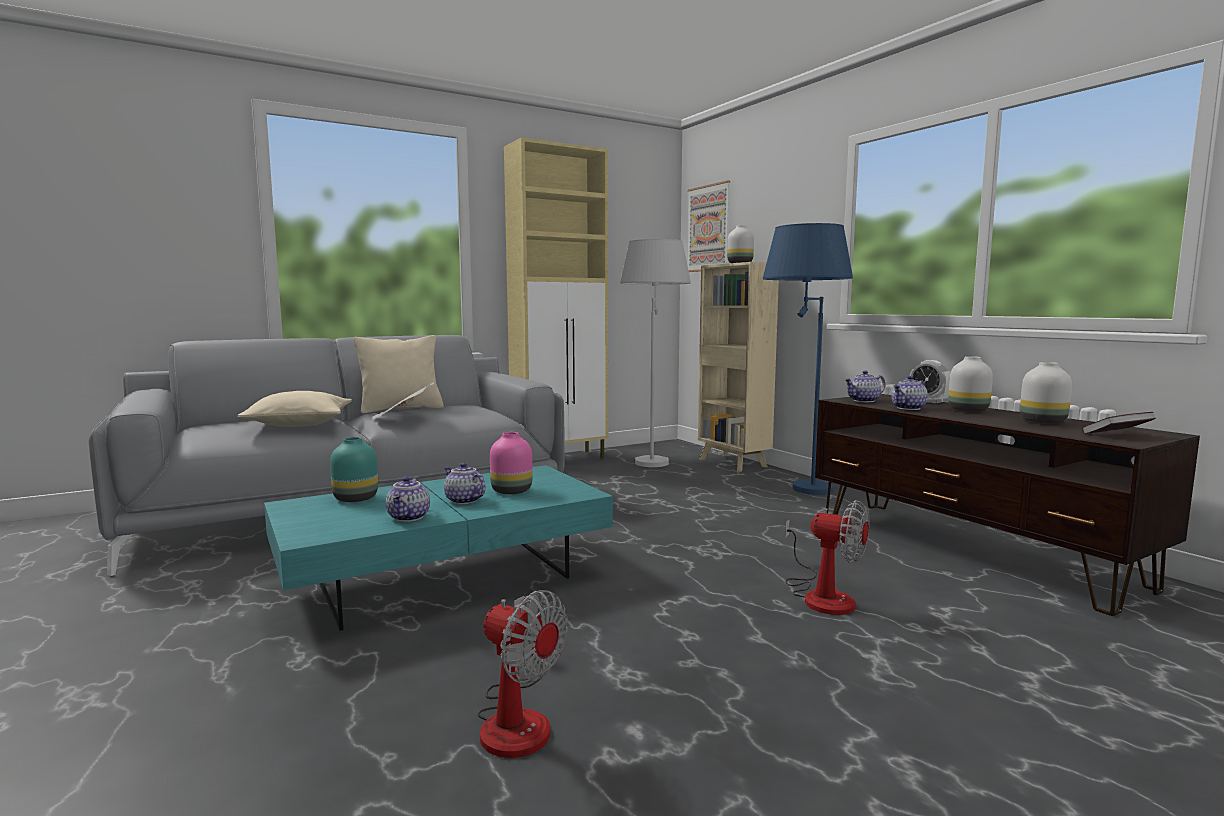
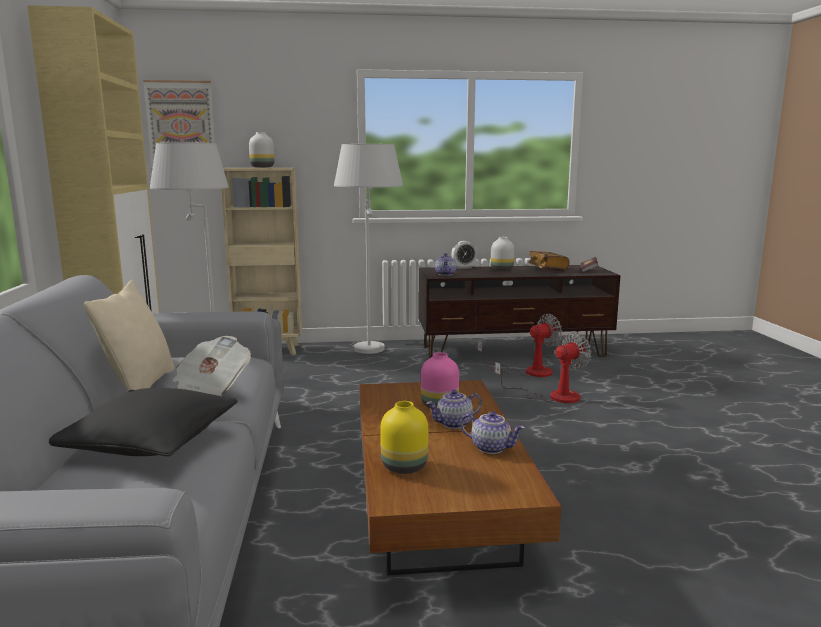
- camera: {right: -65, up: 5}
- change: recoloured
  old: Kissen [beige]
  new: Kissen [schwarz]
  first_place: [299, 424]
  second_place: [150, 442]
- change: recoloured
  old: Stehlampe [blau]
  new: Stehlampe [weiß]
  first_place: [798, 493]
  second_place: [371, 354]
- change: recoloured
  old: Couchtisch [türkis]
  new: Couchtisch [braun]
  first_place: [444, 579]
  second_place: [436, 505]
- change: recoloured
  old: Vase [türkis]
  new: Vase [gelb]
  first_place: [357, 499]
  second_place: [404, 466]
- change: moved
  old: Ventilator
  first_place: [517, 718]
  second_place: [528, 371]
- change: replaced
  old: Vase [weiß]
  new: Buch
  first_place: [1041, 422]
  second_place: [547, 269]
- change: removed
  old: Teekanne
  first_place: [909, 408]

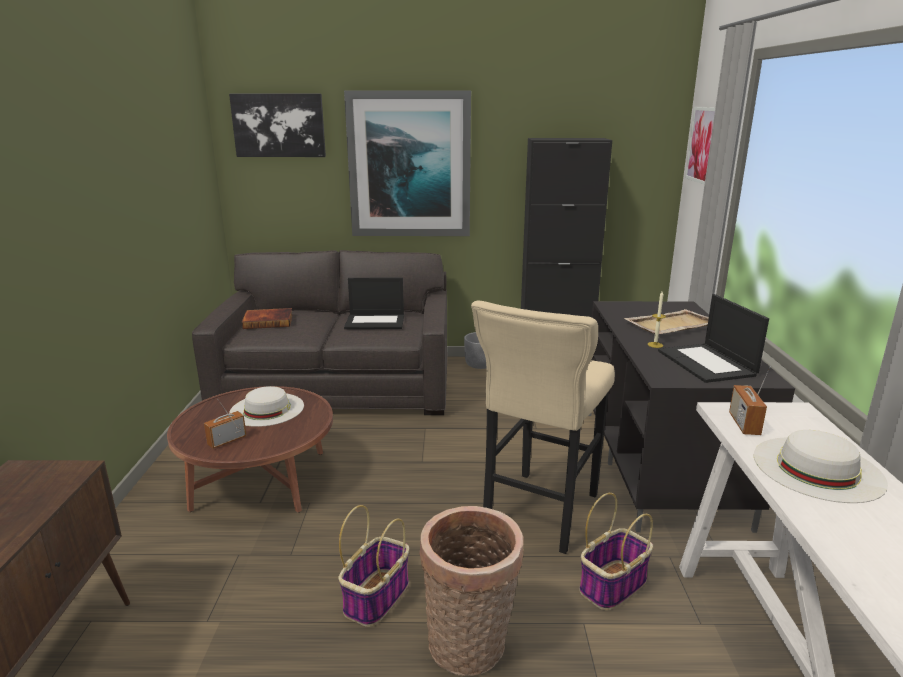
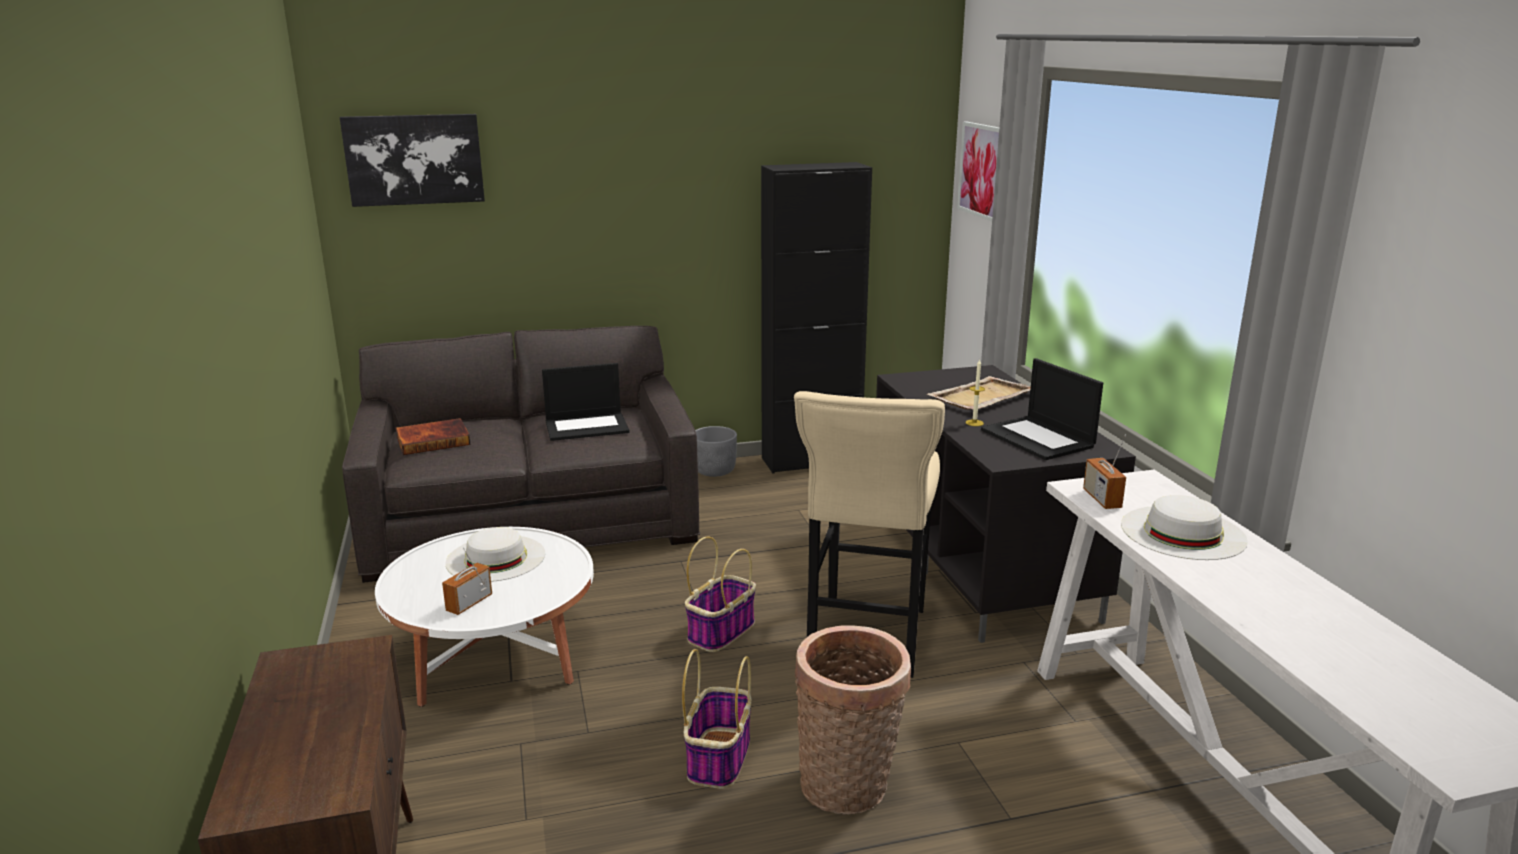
- camera: {right: -15, up: 0}
- change: recoloured
  old: Couchtisch [braun]
  new: Couchtisch [weiß]
  first_place: [260, 480]
  second_place: [495, 655]
- change: moved
  old: Korb
  first_place: [613, 585]
  second_place: [721, 631]
- change: removed
  old: Bild
  first_place: [410, 165]

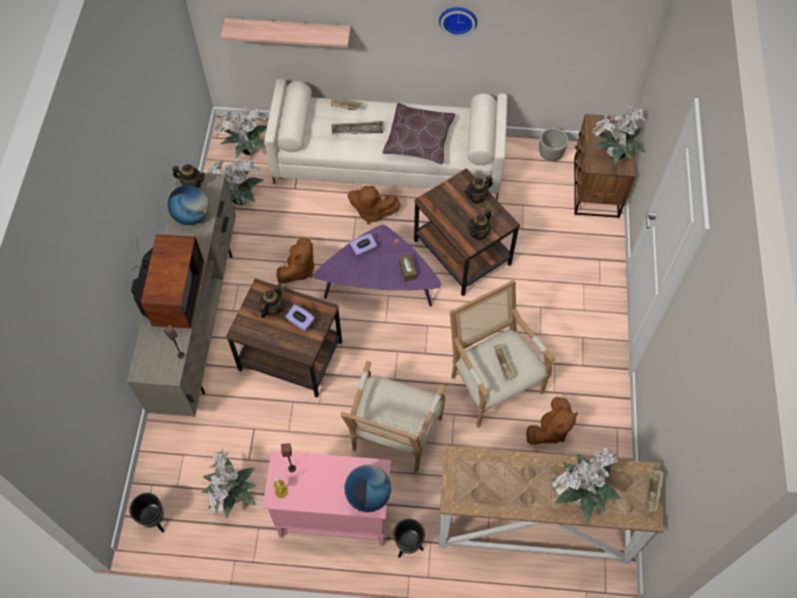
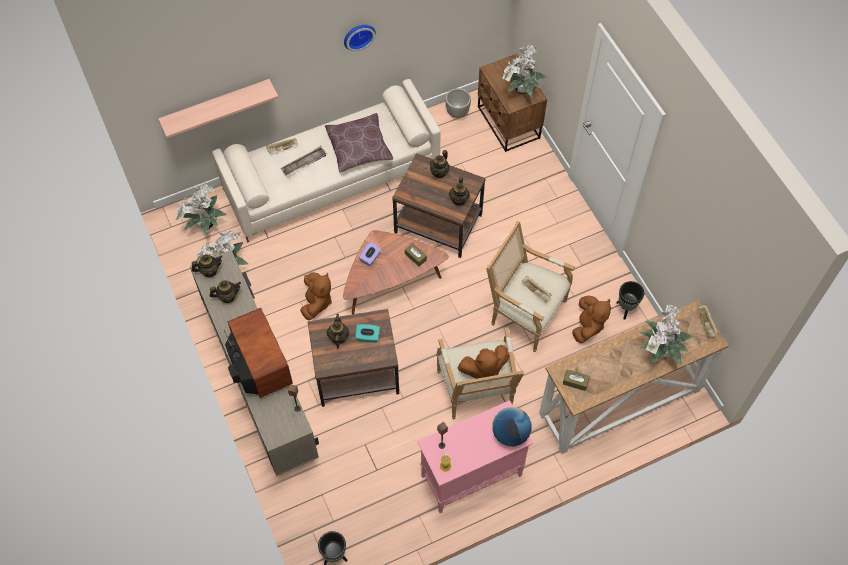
- camera: {right: -30, up: 0}
- change: replaced
  old: Globus
  new: Teekanne
  first_place: [191, 216]
  second_place: [227, 296]
- change: recoloured
  old: Couchtisch [lila]
  new: Couchtisch [braun]
  first_place: [379, 286]
  second_place: [390, 282]
- change: recoloured
  old: Taschentuchbox [lila]
  new: Taschentuchbox [türkis]
  first_place: [300, 322]
  second_place: [367, 337]
- change: moved
  old: Plüschtier [braun]
  first_place: [372, 212]
  second_place: [483, 370]
- change: added
  new: Taschentuchbox [braun]
  second_place: [575, 382]
- change: moved
  old: Pflanzkübel [schwarz]
  first_place: [408, 546]
  second_place: [626, 309]
- change: removed
  old: Topfpflanze
  first_place: [232, 495]

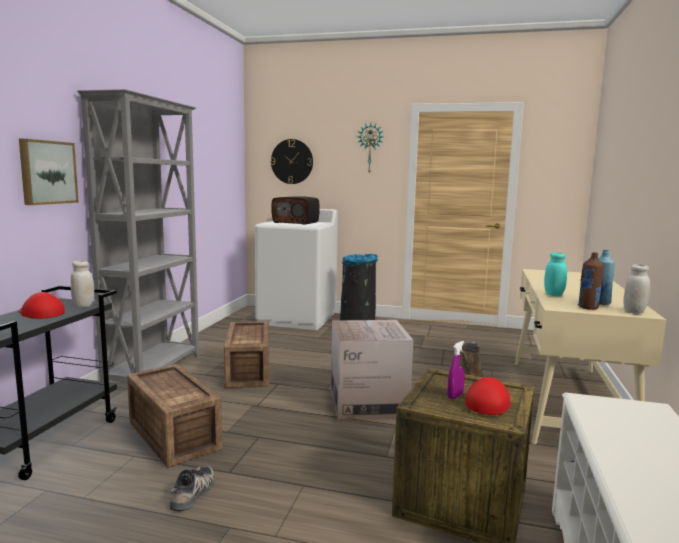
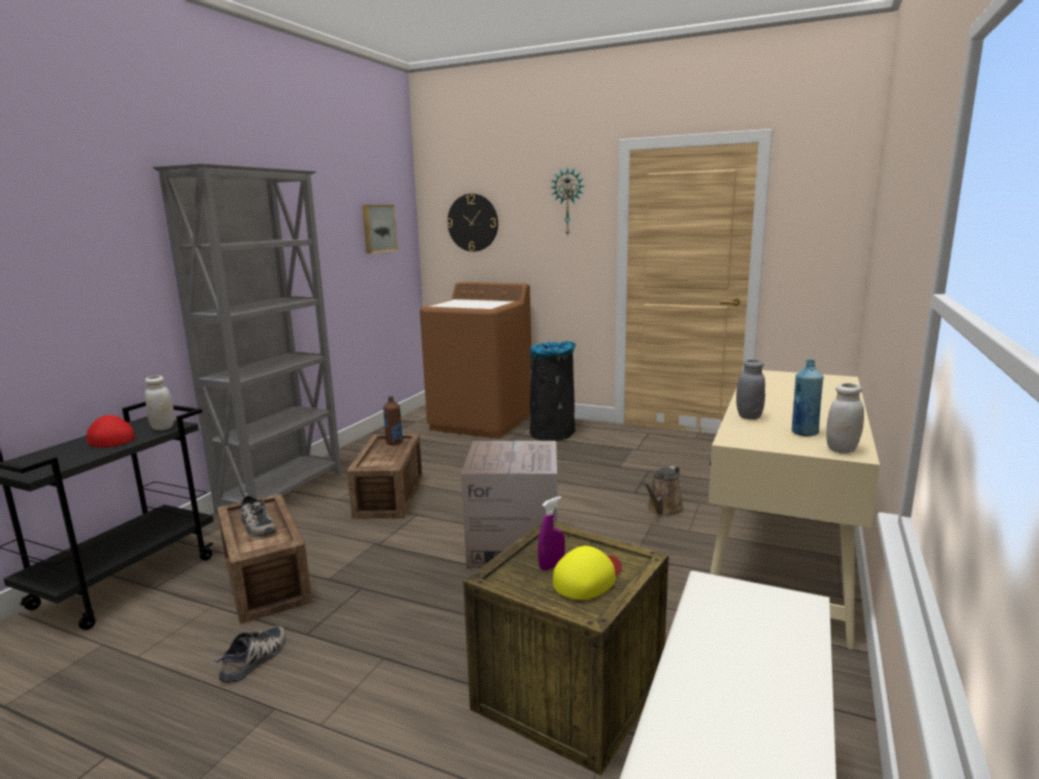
- camera: {right: 10, up: 5}
- change: added
  new: Schuh
  second_place: [256, 525]
- change: moved
  old: Bild
  first_place: [47, 172]
  second_place: [378, 228]
- change: moved
  old: Flasche [braun]
  first_place: [588, 307]
  second_place: [394, 443]
- change: recoloured
  old: Waschmaschine [weiß]
  new: Waschmaschine [braun]
  first_place: [297, 319]
  second_place: [481, 422]
- change: recoloured
  old: Kappe [rot]
  new: Kappe [gelb]
  first_place: [489, 402]
  second_place: [588, 578]
- change: recoloured
  old: Vorratsglas [türkis]
  new: Vorratsglas [grau]
  first_place: [553, 294]
  second_place: [749, 416]
- change: removed
  old: Radio
  first_place: [296, 222]

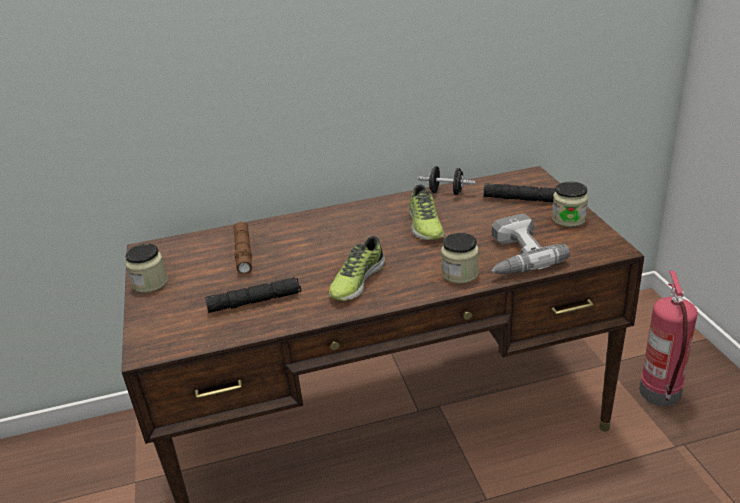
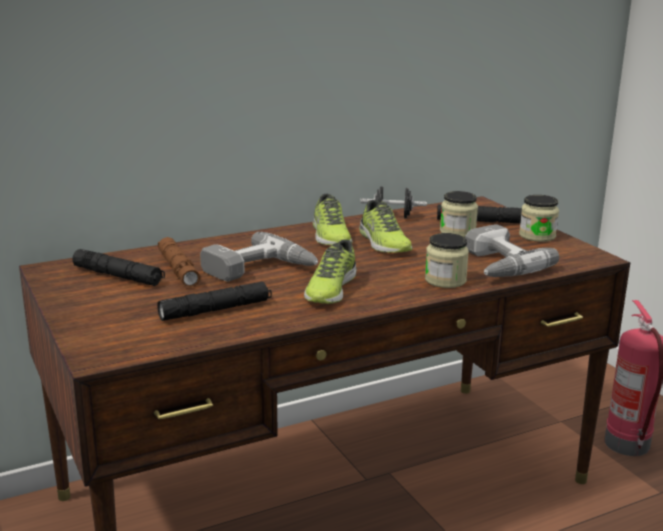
- camera: {right: -15, up: -10}
- change: added
  new: Taschenlampe [schwarz]
  second_place: [118, 276]
- change: added
  new: Bohrmaschine
  second_place: [260, 270]
- change: added
  new: Schuh
  second_place: [329, 236]
- change: moved
  old: Vorratsglas
  first_place: [150, 283]
  second_place: [457, 232]

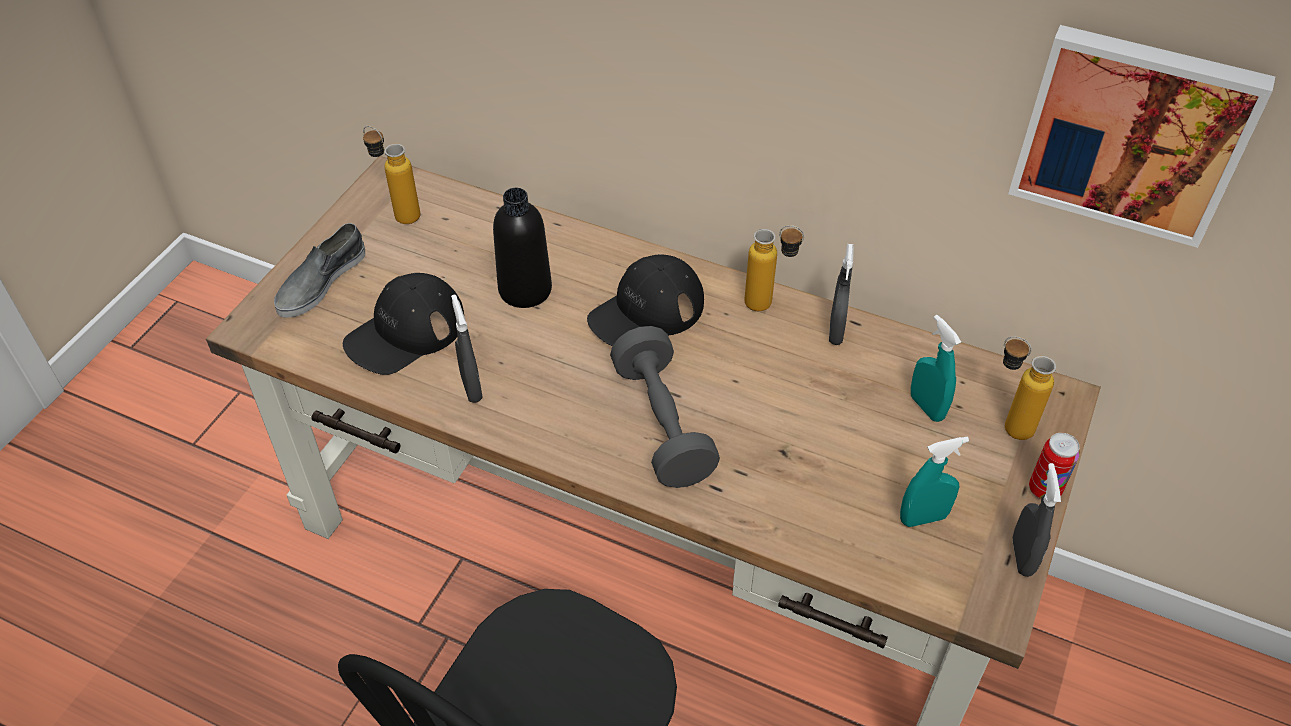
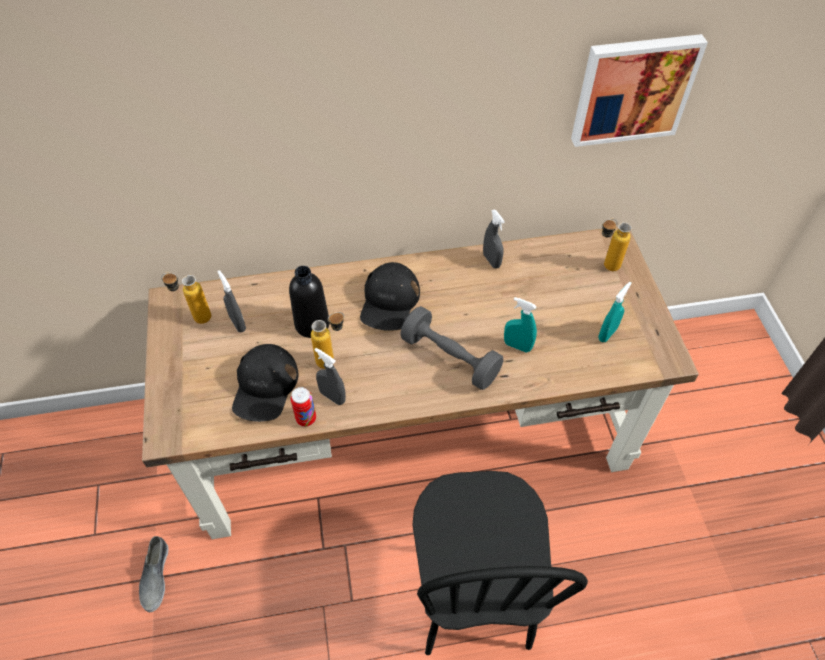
- camera: {right: -35, up: 5}
- change: moved
  old: Schuh [grau]
  first_place: [320, 281]
  second_place: [155, 576]
- change: moved
  old: Sprühflasche [grau]
  first_place: [1022, 556]
  second_place: [237, 323]
- change: moved
  old: Dose
  first_place: [1044, 490]
  second_place: [306, 419]
- change: moved
  old: Flasche
  first_place: [769, 305]
  second_place: [332, 359]
- change: moved
  old: Sprühflasche [türkis]
  first_place: [926, 407]
  second_place: [517, 346]

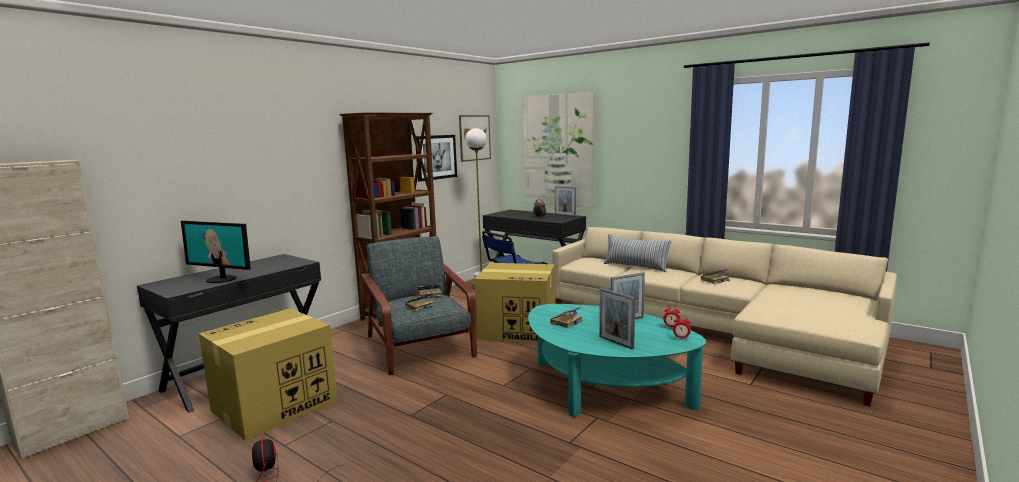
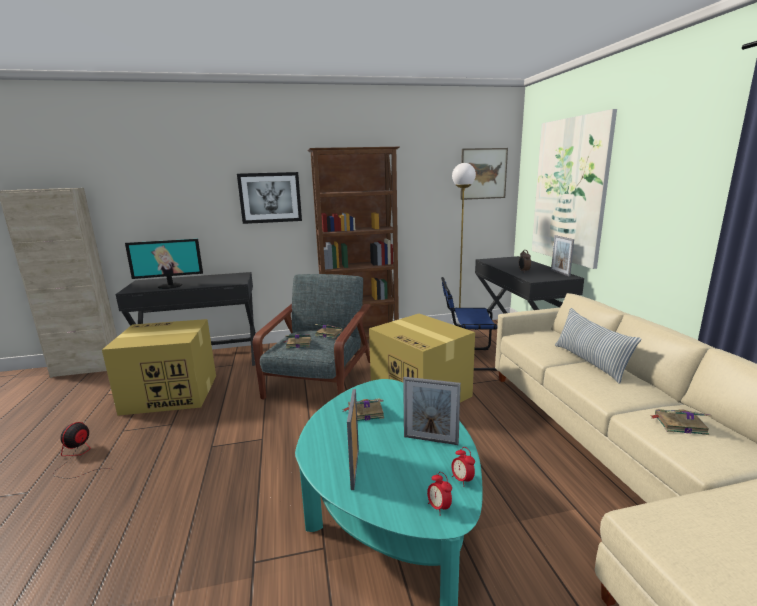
- camera: {right: 40, up: 5}
- change: turned
  old: Monitor
  first_place: [222, 279]
  second_place: [170, 286]
  degrees: -75
- change: moved
  old: Bild
  first_place: [436, 157]
  second_place: [270, 197]

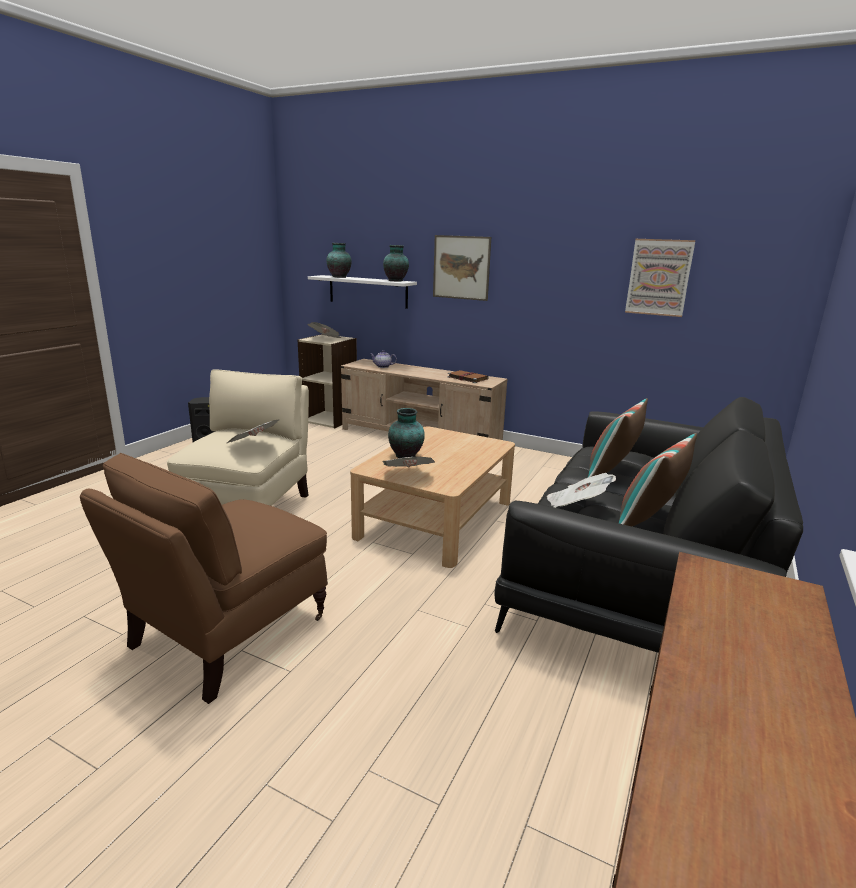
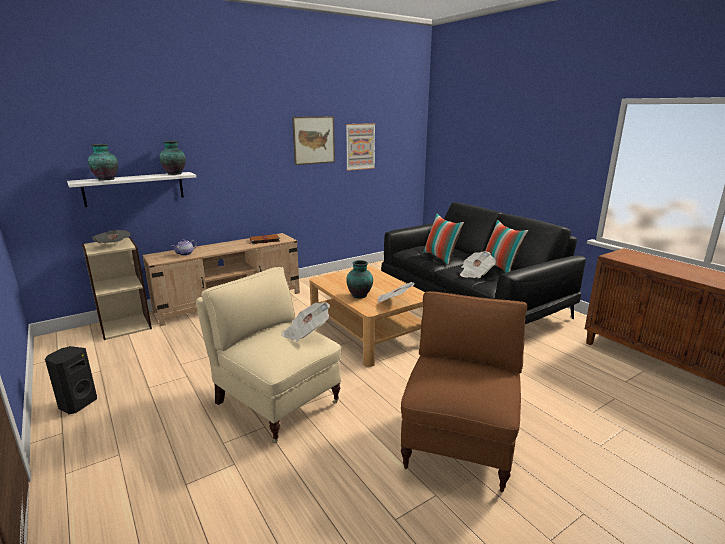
- camera: {right: -60, up: 0}
- change: moved
  old: Bild
  first_place: [461, 267]
  second_place: [314, 140]
- change: turned
  old: Sessel [braun]
  first_place: [226, 634]
  second_place: [460, 441]
  degrees: -135

